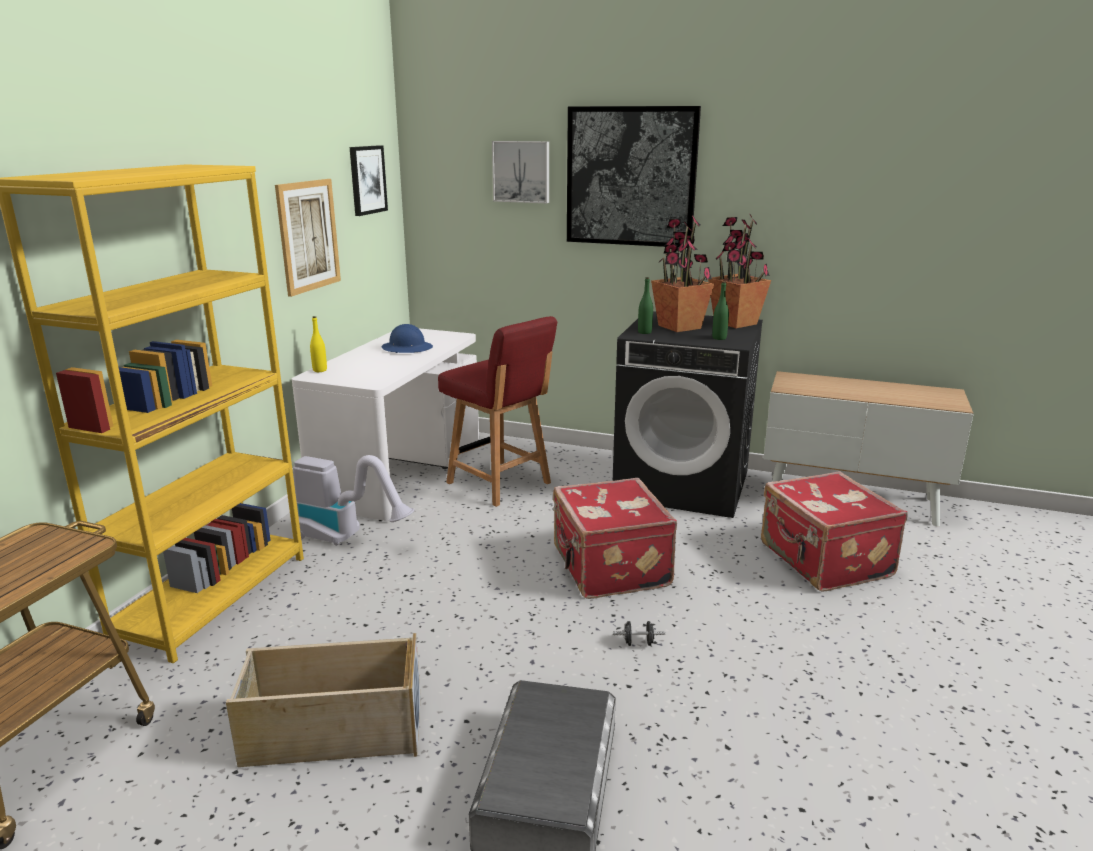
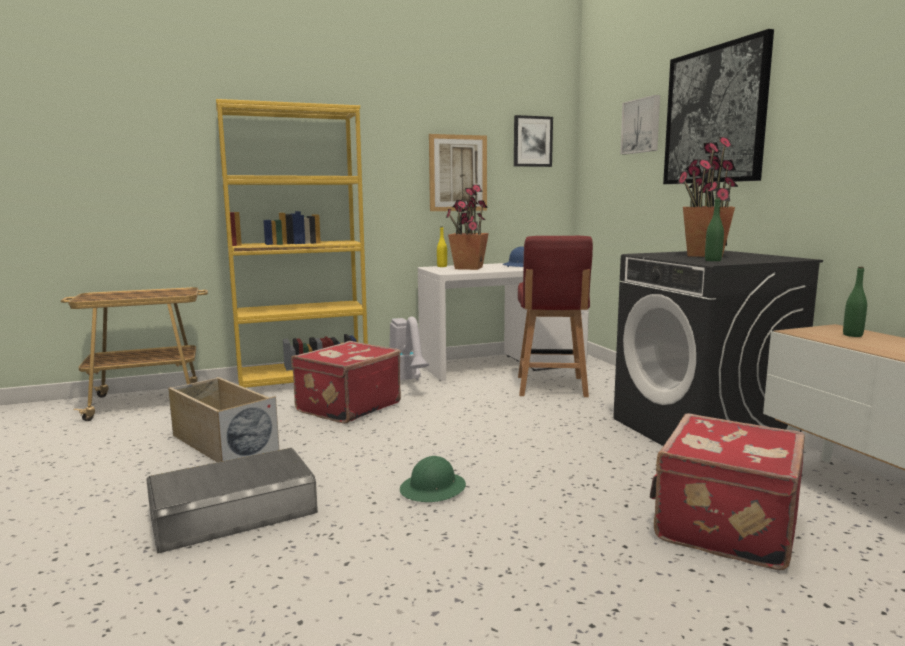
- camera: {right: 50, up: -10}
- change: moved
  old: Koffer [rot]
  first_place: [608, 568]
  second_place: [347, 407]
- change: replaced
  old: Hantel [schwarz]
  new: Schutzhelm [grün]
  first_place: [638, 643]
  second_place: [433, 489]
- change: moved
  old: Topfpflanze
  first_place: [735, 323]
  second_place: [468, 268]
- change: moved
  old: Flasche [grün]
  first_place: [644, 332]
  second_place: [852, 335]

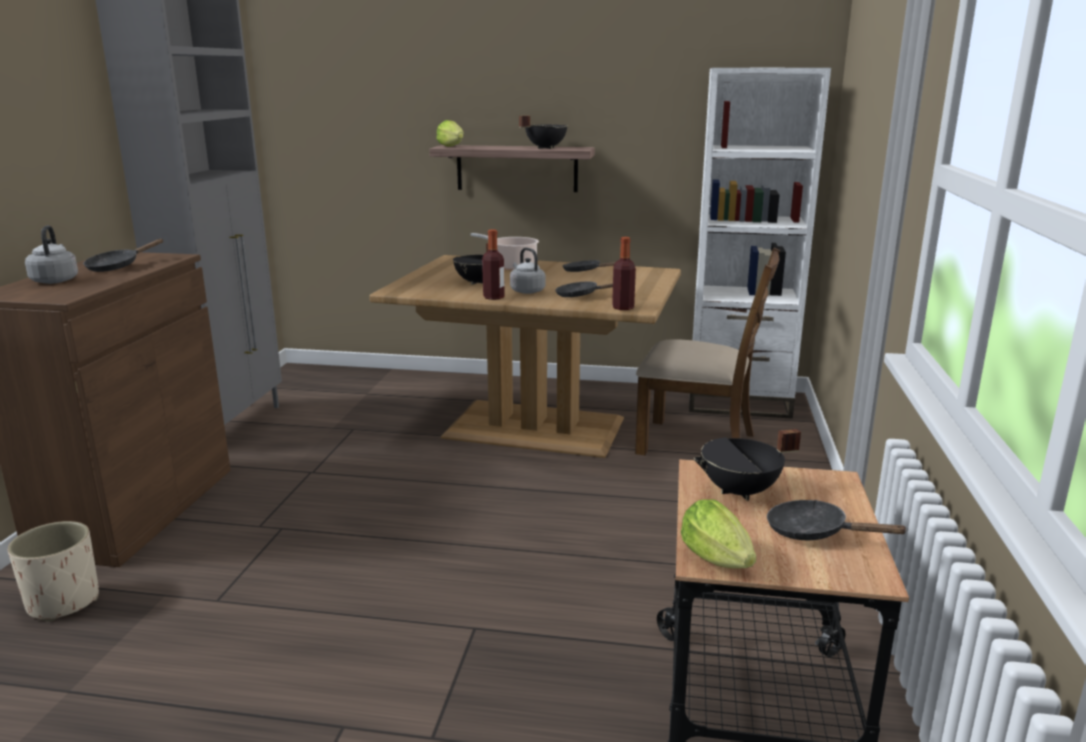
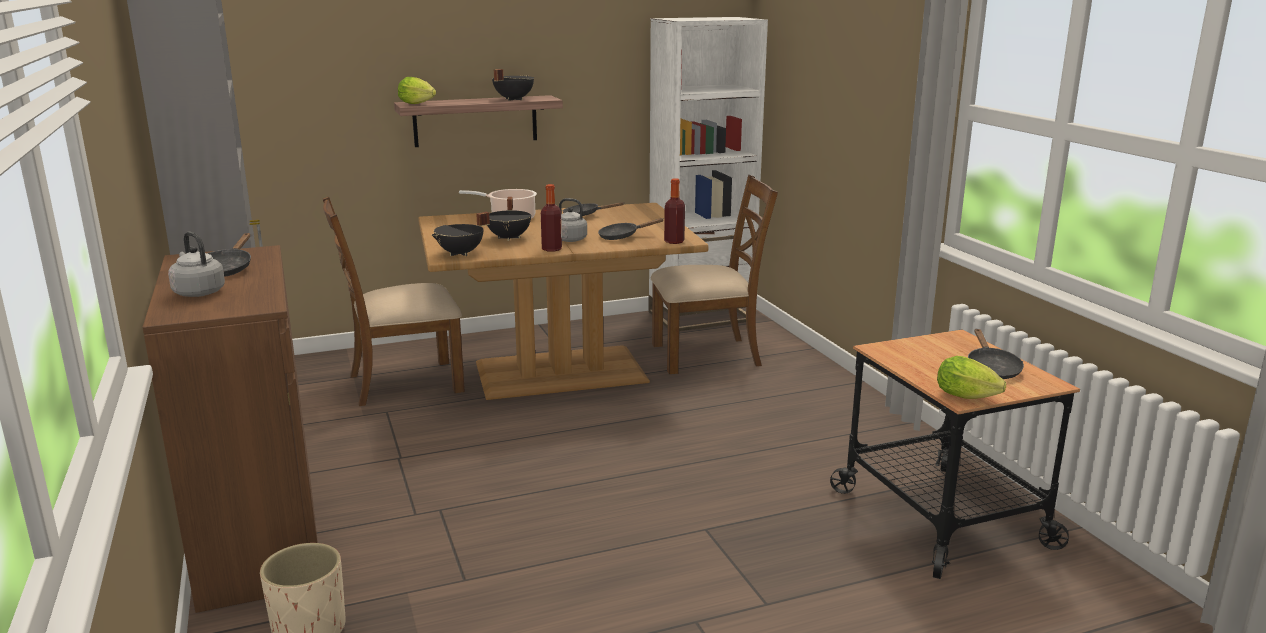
- camera: {right: -30, up: 0}
- change: added
  new: Stuhl [braun]
  second_place: [404, 383]
- change: moved
  old: Kochtopf [schwarz]
  first_place: [740, 492]
  second_place: [461, 253]
- change: turned
  old: Pfanne [schwarz]
  first_place: [814, 532]
  second_place: [991, 368]
  degrees: -90

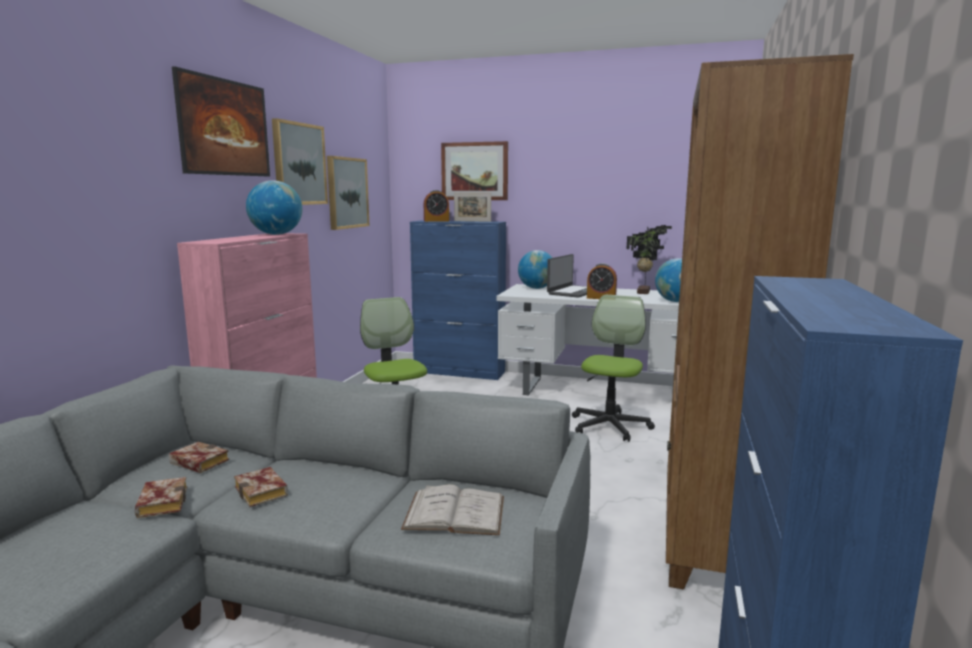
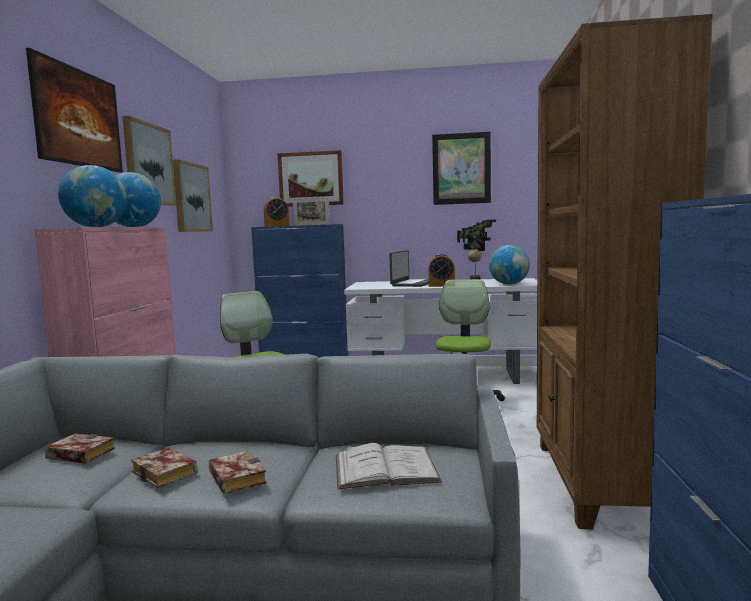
- camera: {right: -10, up: -5}
- change: moved
  old: Globus
  first_place: [536, 288]
  second_place: [96, 227]
- change: moved
  old: Buch
  first_place: [161, 502]
  second_place: [234, 478]
- change: added
  new: Bild
  second_place: [461, 168]

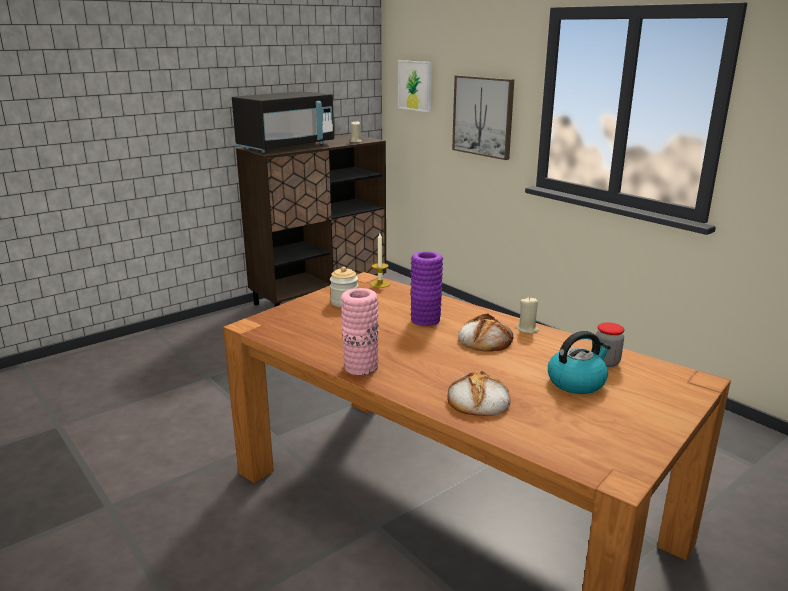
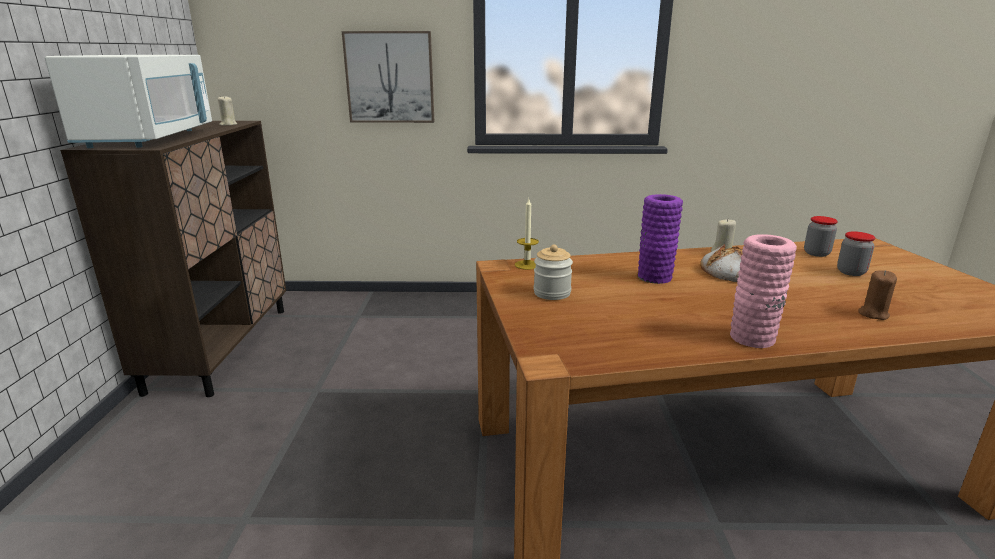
- camera: {right: -50, up: 0}
- change: recoloured
  old: Mikrowelle [schwarz]
  new: Mikrowelle [weiß]
  first_place: [286, 147]
  second_place: [151, 138]
- change: replaced
  old: Wasserkessel
  new: Vorratsglas
  first_place: [577, 382]
  second_place: [851, 272]
- change: replaced
  old: Brot
  new: Kerze [braun]
  first_place: [477, 400]
  second_place: [873, 314]
- change: removed
  old: Bild
  first_place: [415, 85]

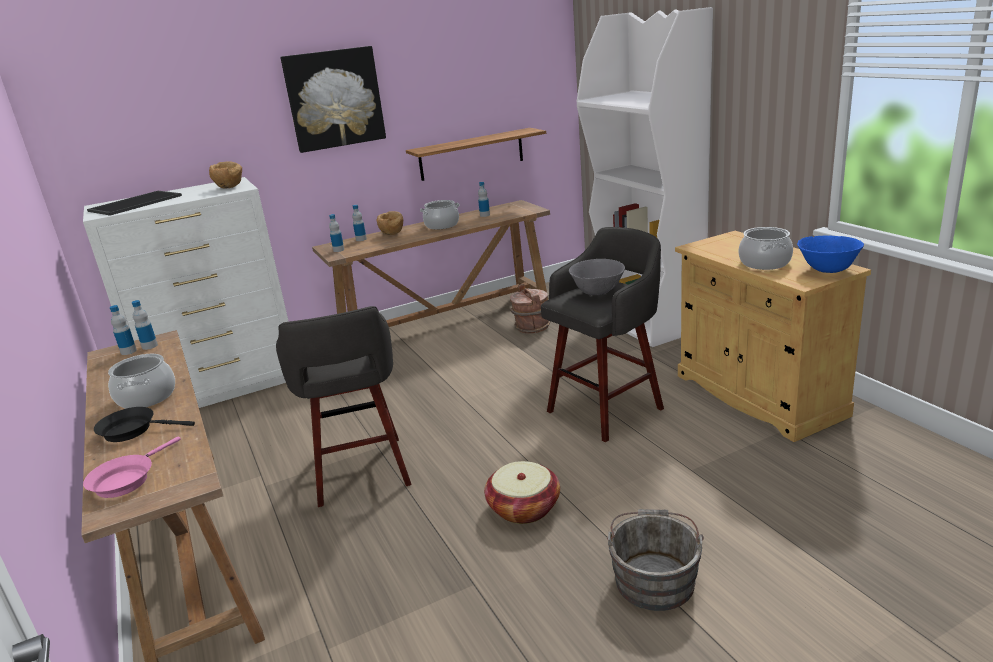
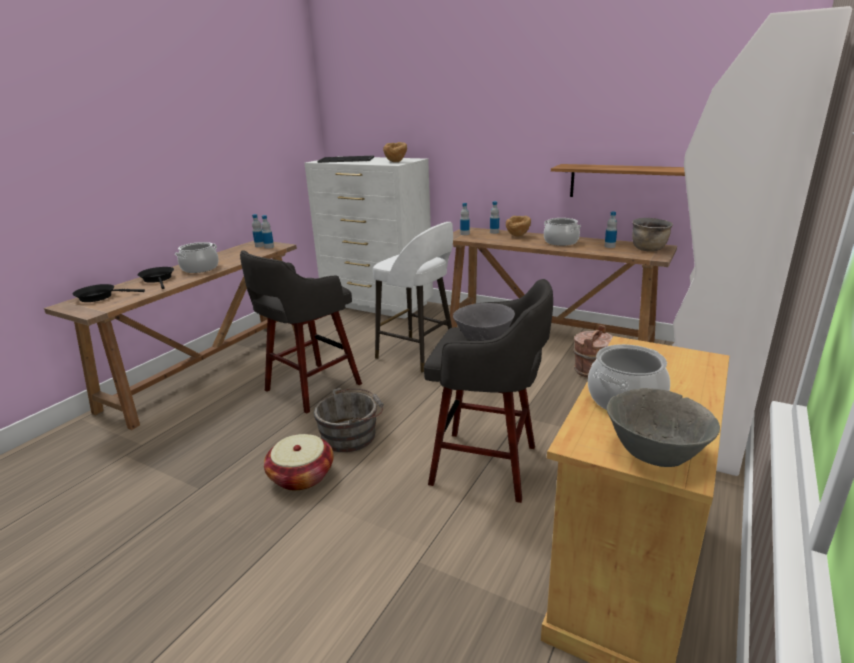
- camera: {right: 55, up: 0}
- change: recoloured
  old: Pfanne [rosa]
  new: Pfanne [schwarz]
  first_place: [126, 479]
  second_place: [100, 297]
- change: moved
  old: Eimer [grau]
  first_place: [654, 578]
  second_place: [352, 435]
- change: added
  new: Hocker [weiß]
  second_place: [418, 354]
- change: recoloured
  old: Schüssel [blau]
  new: Schüssel [grau]
  first_place: [827, 270]
  second_place: [654, 454]
- change: added
  new: Kochtopf [braun]
  second_place: [649, 249]
- change: removed
  old: Bild
  first_place: [334, 99]

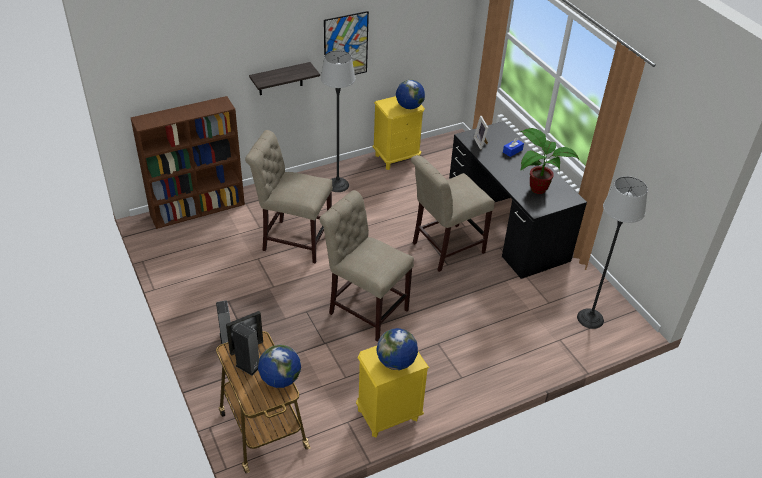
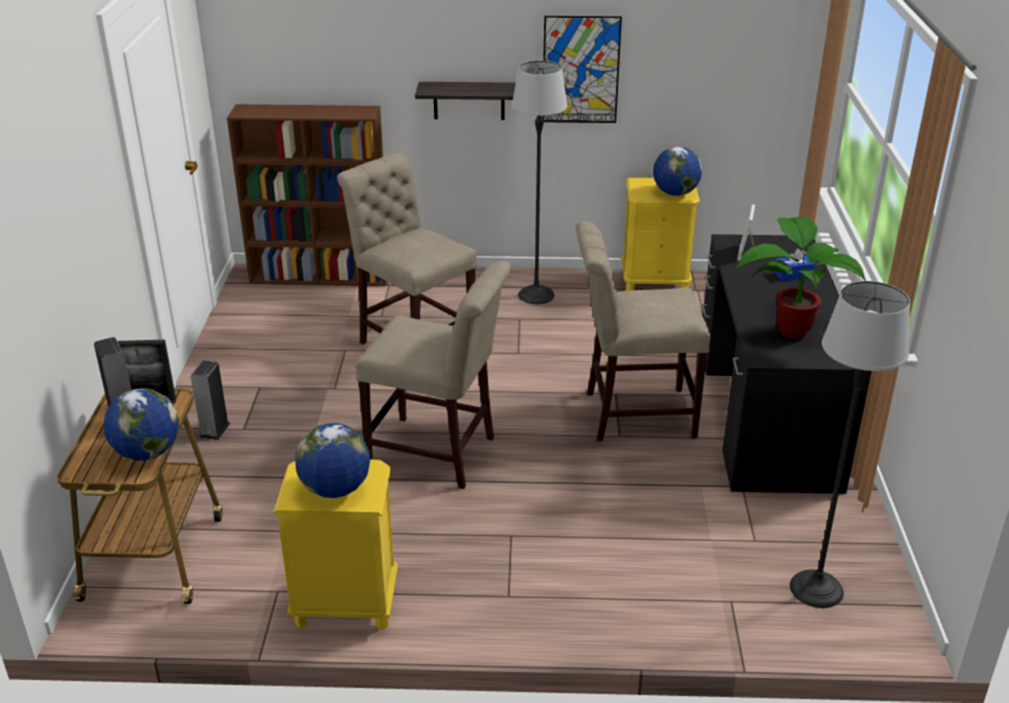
- camera: {right: 30, up: -10}
- change: turned
  old: Stuhl [beige]
  first_place: [365, 309]
  second_place: [438, 454]
  degrees: 135

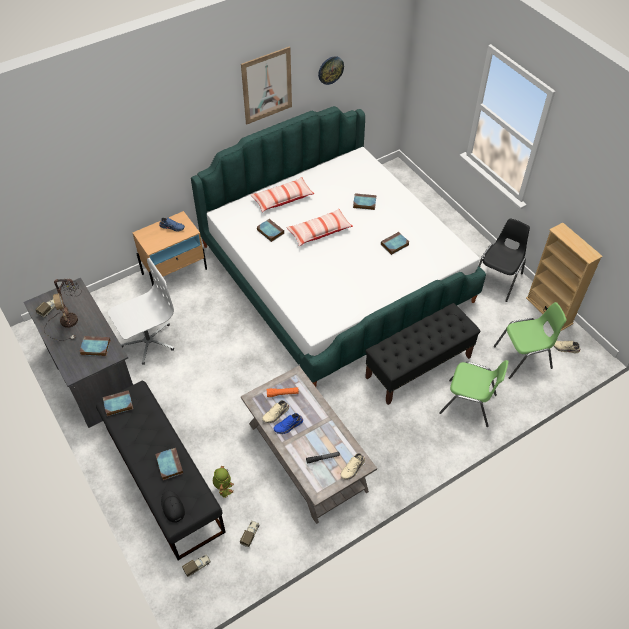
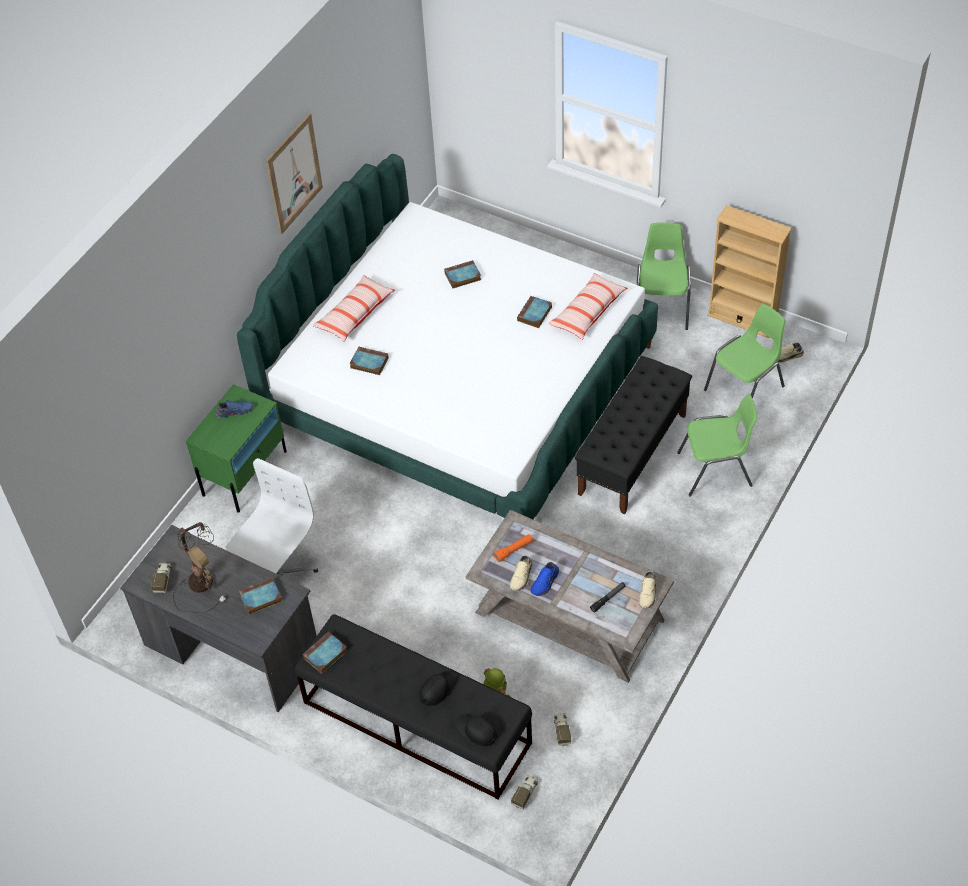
- camera: {right: -25, up: 0}
- change: recoloured
  old: Nachttisch [beige]
  new: Nachttisch [grün]
  first_place: [175, 271]
  second_place: [245, 473]
- change: replaced
  old: Buch
  new: Kappe [schwarz]
  first_place: [169, 464]
  second_place: [438, 689]
- change: moved
  old: Kissen
  first_place: [319, 232]
  second_place: [588, 312]
- change: recoloured
  old: Stuhl [schwarz]
  new: Stuhl [grün]
  first_place: [498, 280]
  second_place: [662, 306]
- change: removed
  old: Wanduhr
  first_place: [330, 70]

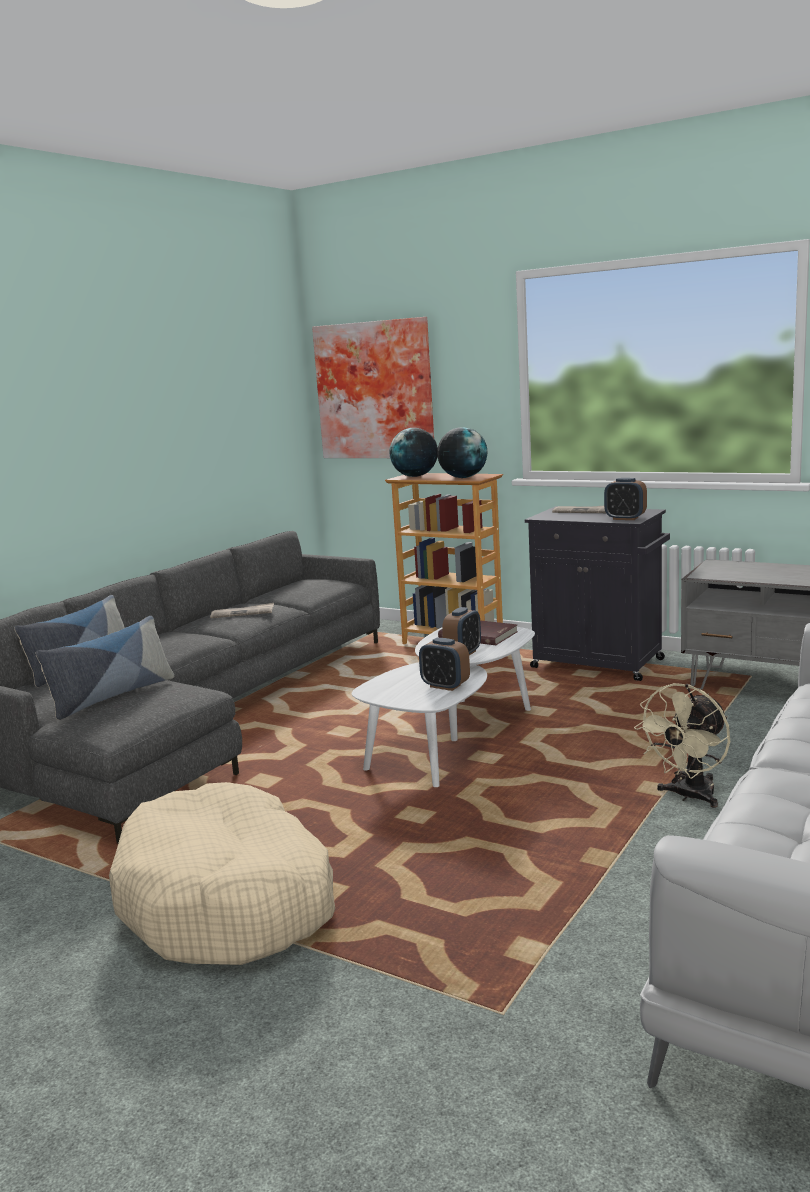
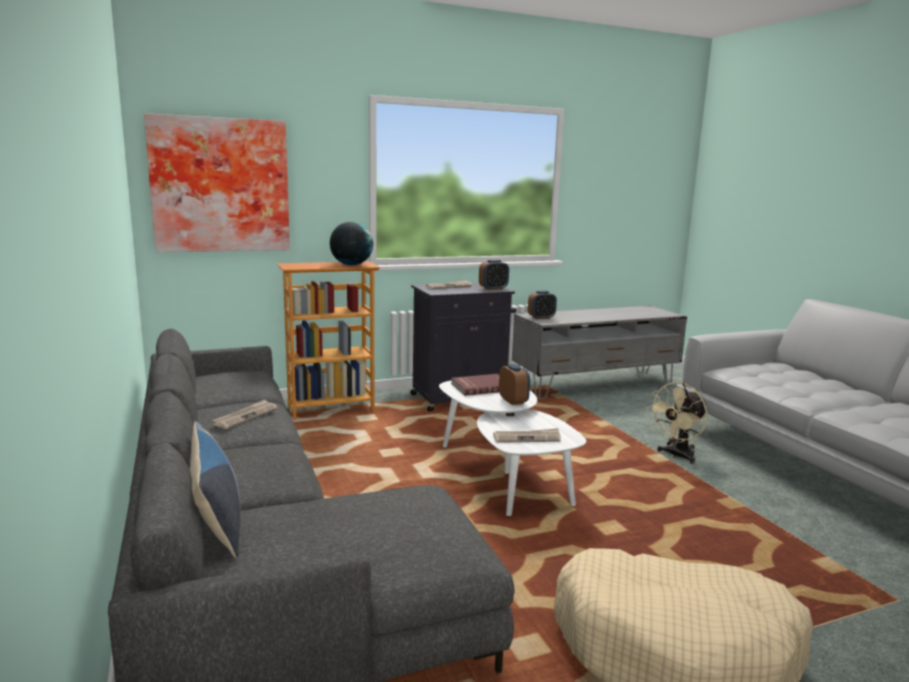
- camera: {right: -55, up: 0}
- change: added
  new: Zeitung
  second_place: [527, 438]
- change: moved
  old: Wecker
  first_place: [445, 686]
  second_place: [541, 318]
- change: turned
  old: Ventilator [beige]
  first_place: [688, 796]
  second_place: [677, 456]
  degrees: 60
- change: removed
  old: Kissen
  first_place: [112, 696]
- change: removed
  old: Globus
  first_place: [415, 476]

